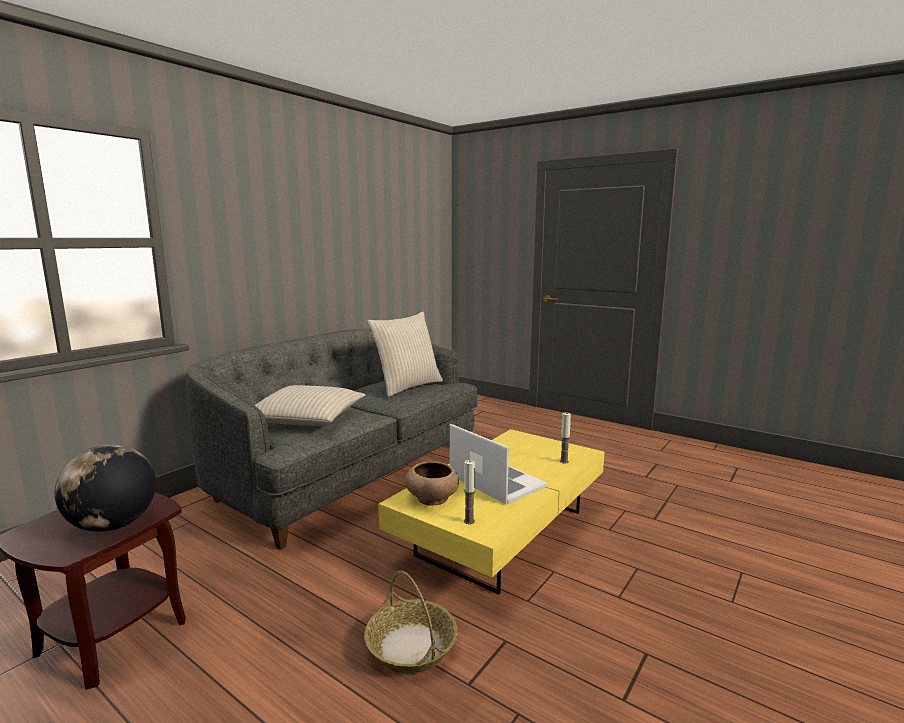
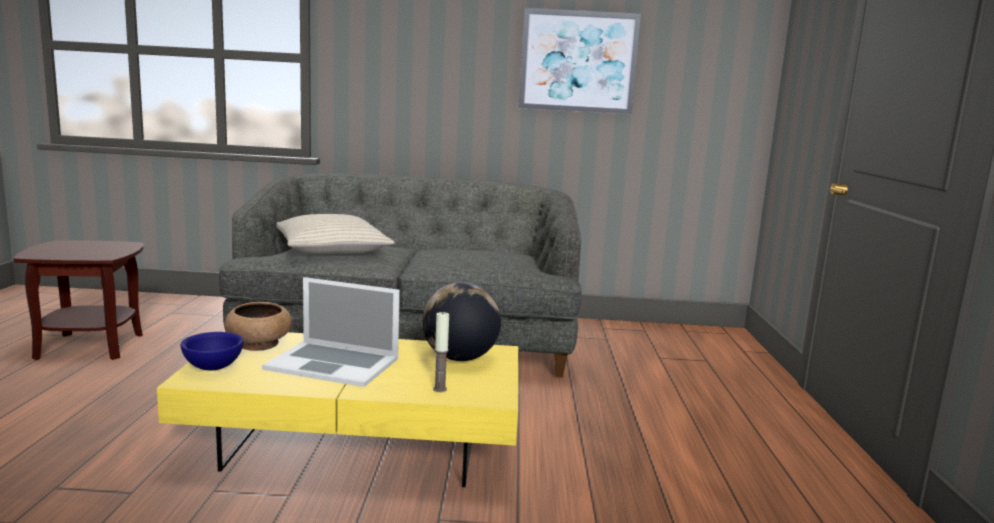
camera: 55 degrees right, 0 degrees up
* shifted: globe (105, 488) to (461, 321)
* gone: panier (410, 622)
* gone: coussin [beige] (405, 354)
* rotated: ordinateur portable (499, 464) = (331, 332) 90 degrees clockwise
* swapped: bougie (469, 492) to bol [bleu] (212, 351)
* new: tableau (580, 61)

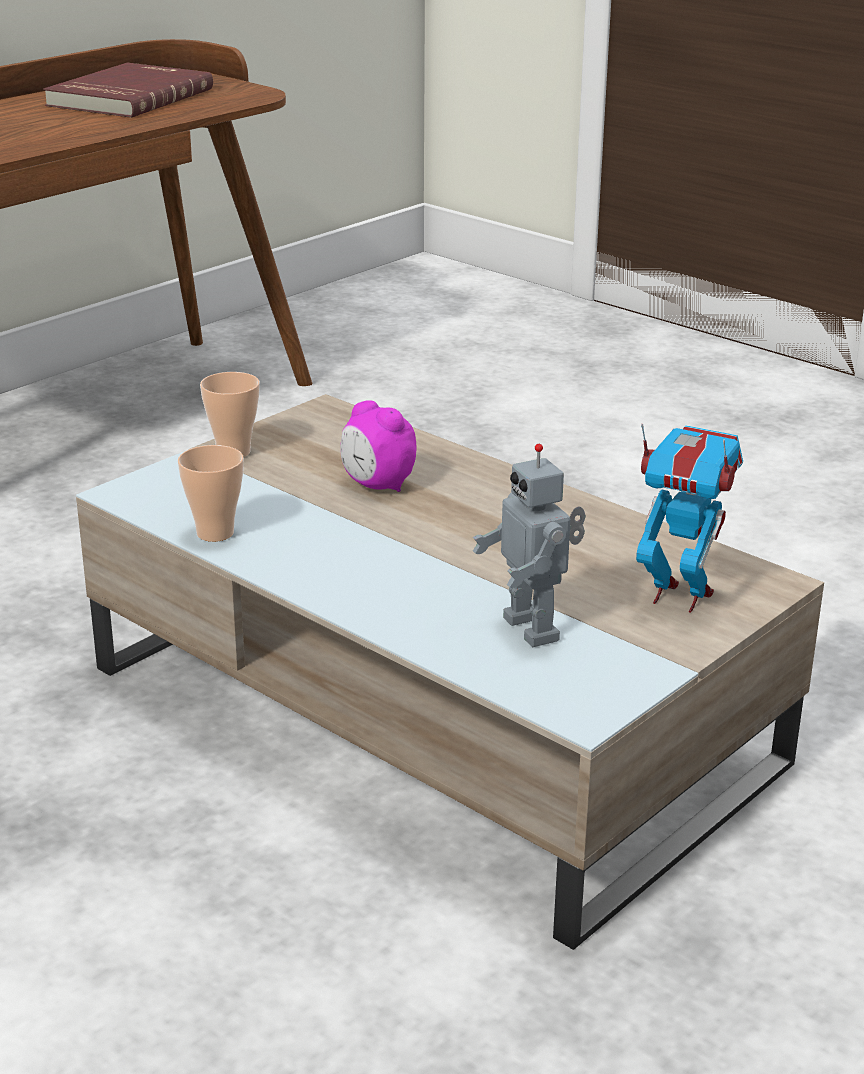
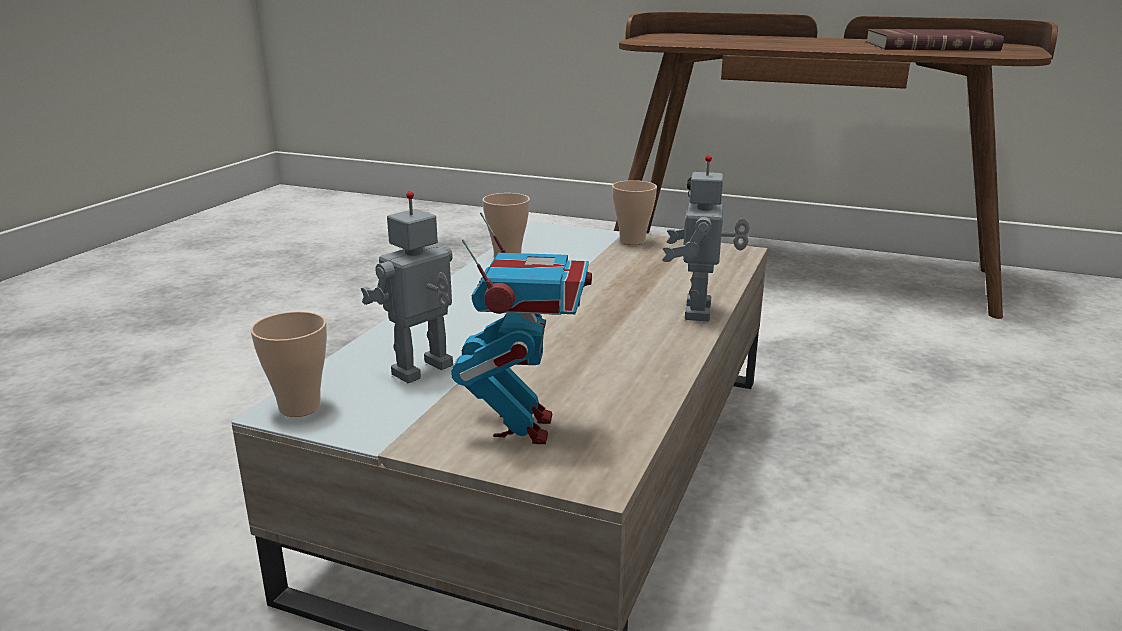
camera: 70 degrees right, 5 degrees down
* gone: réveil (378, 446)
* new: tasse (289, 364)
* new: robot jouet (706, 238)

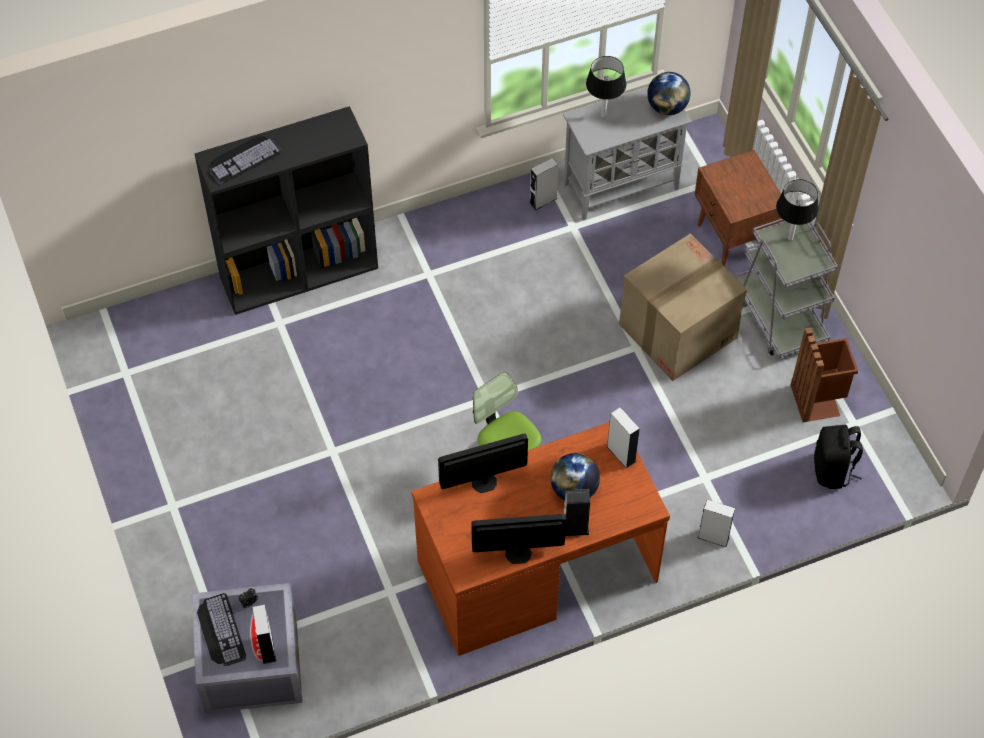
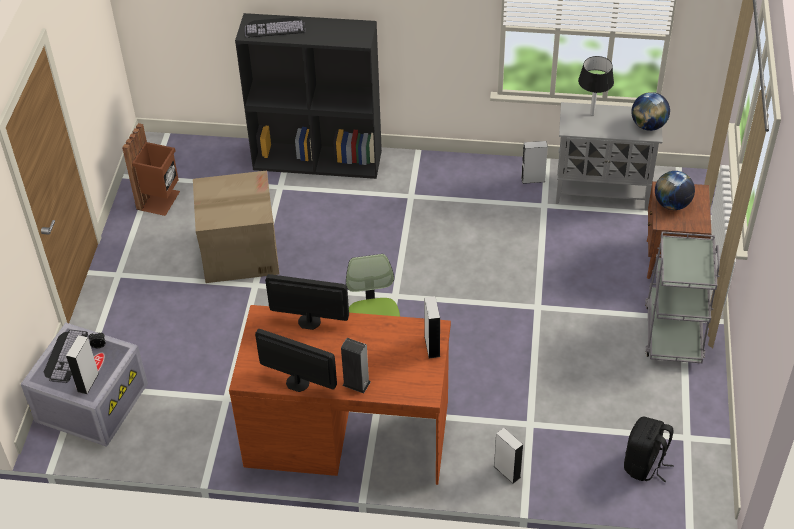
camera: 30 degrees right, 10 degrees down
* shifted: globe (575, 476) to (675, 190)
* shifted: carton (683, 307) to (236, 226)
* gone: lampe de table [noir] (797, 210)
* shifted: poubelle [marron] (824, 375) to (151, 169)

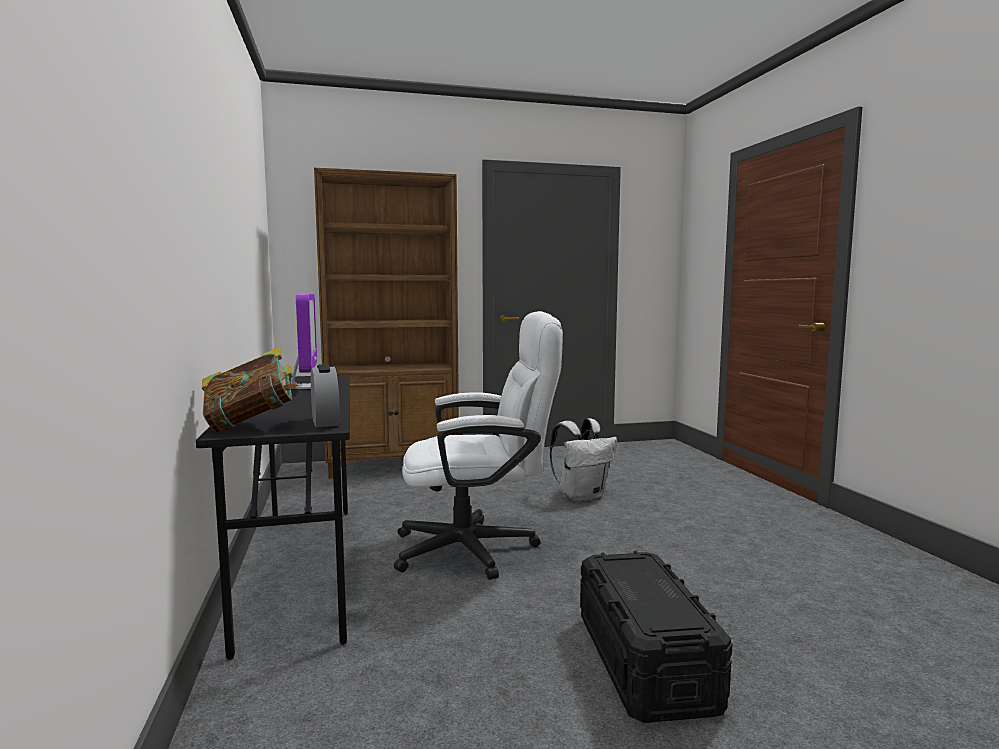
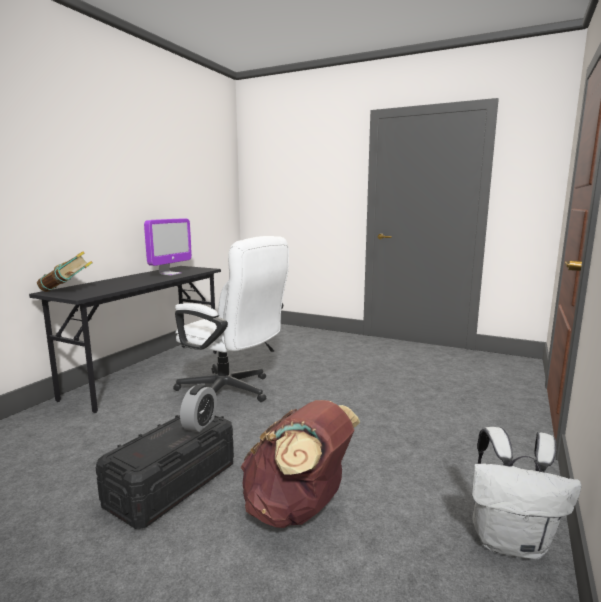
camera: 40 degrees right, 5 degrees up
* shifted: réveil (325, 395) to (198, 408)
* gone: bibliothèque [marron] (386, 323)
* shifted: sac à dos [blanc] (583, 460) to (527, 493)
* new: sac à dos [marron] (300, 464)

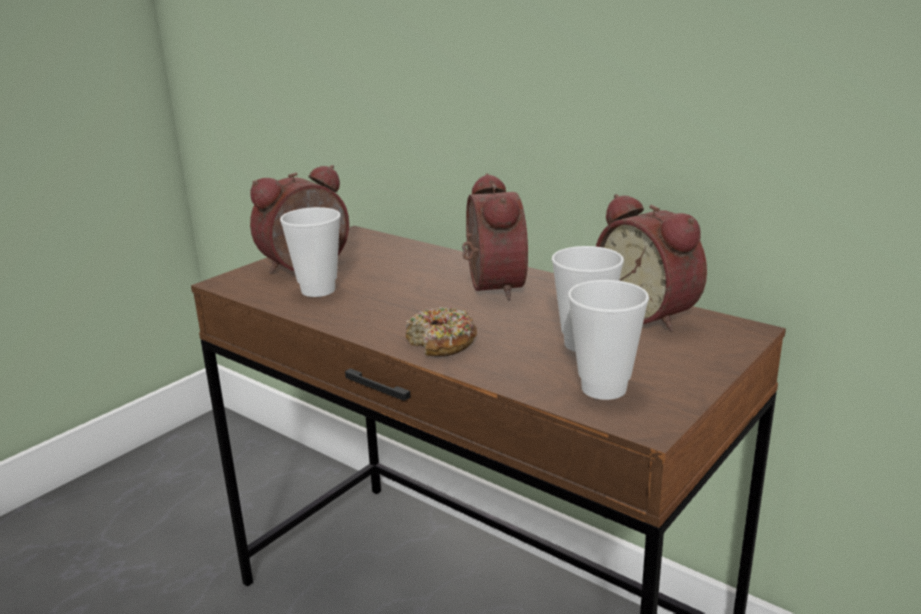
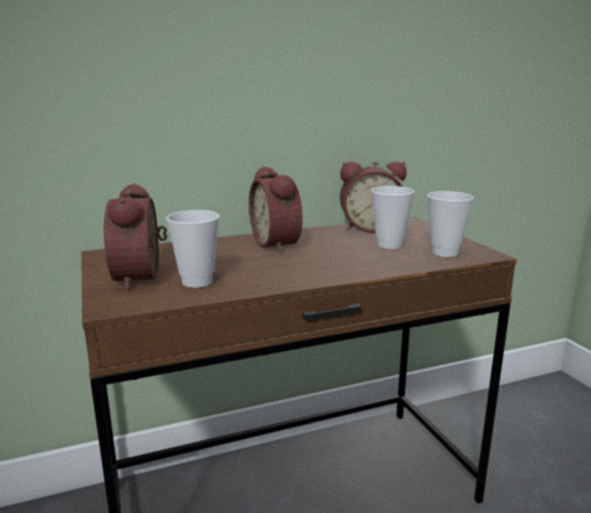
camera: 60 degrees left, 5 degrees down
* gone: beignet (441, 331)
* rotated: réveil (495, 236) = (276, 209) 135 degrees counterclockwise

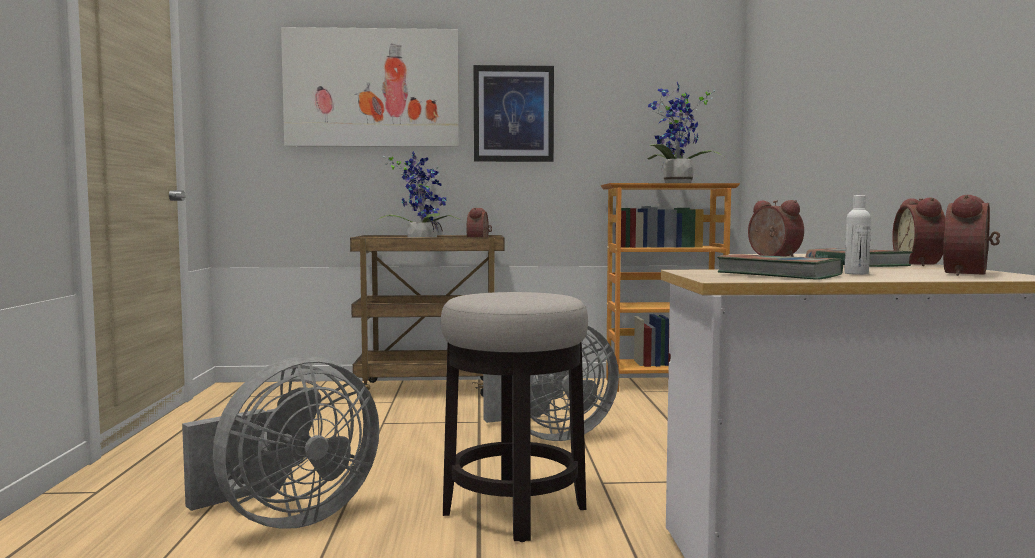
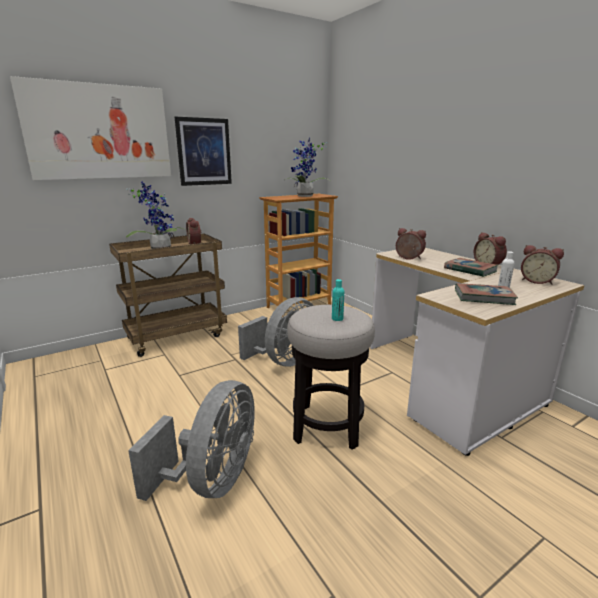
camera: 30 degrees left, 15 degrees up
* rotated: réveil (971, 235) = (542, 265) 60 degrees counterclockwise
* new: bouteille [turquoise] (338, 300)

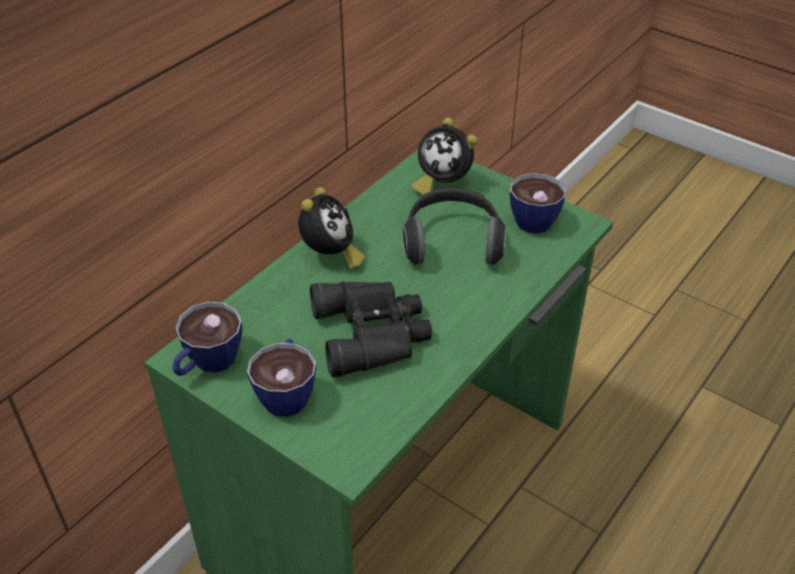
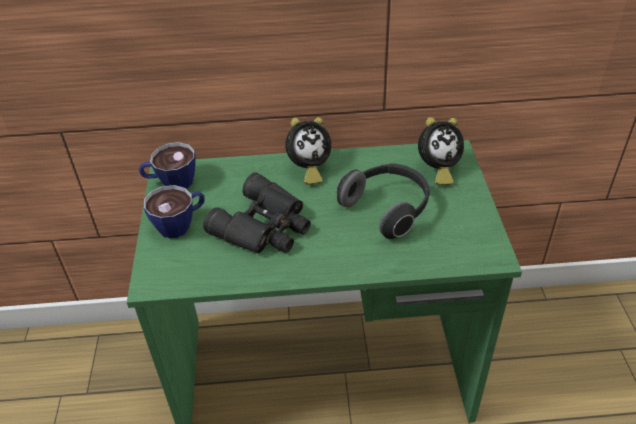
camera: 50 degrees right, 0 degrees up
* rotated: réveil (445, 156) = (441, 151) 105 degrees counterclockwise
* gone: tasse (538, 203)

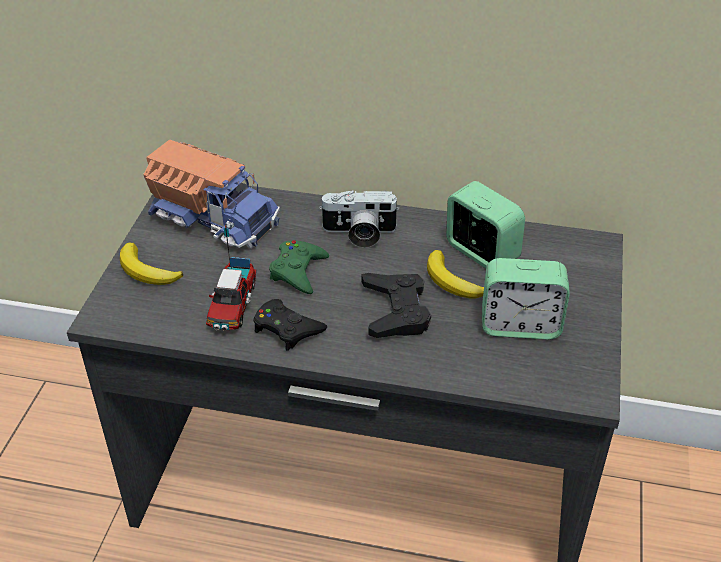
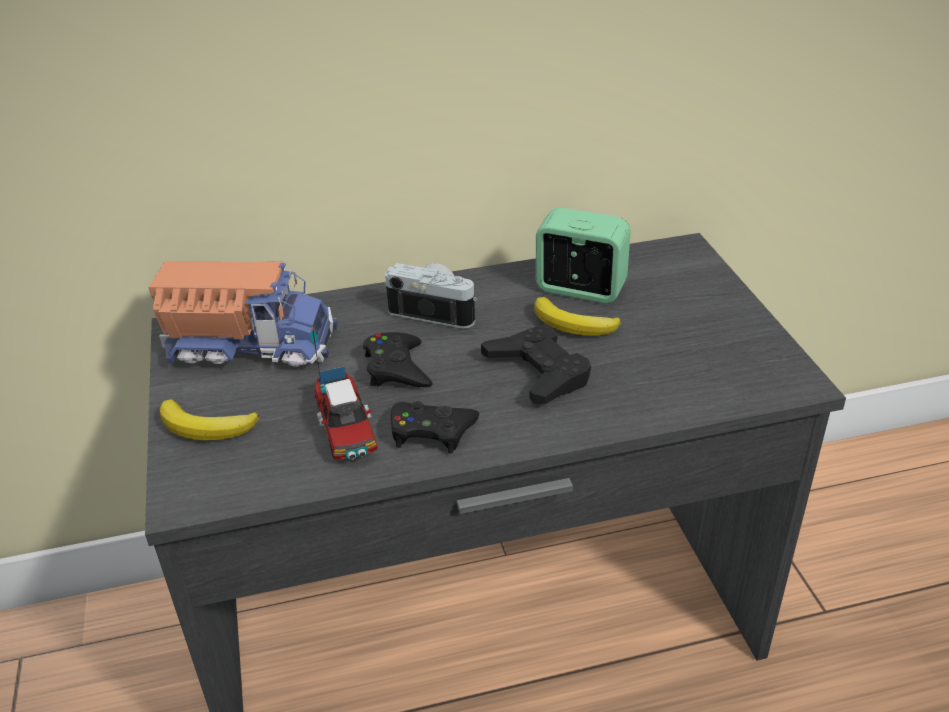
camera: 25 degrees left, 5 degrees down
* repainted: manette [vert] (299, 267) to manette [noir] (398, 359)
* rotated: appareil photo (359, 219) = (430, 295) 135 degrees counterclockwise
* gone: réveil (526, 299)

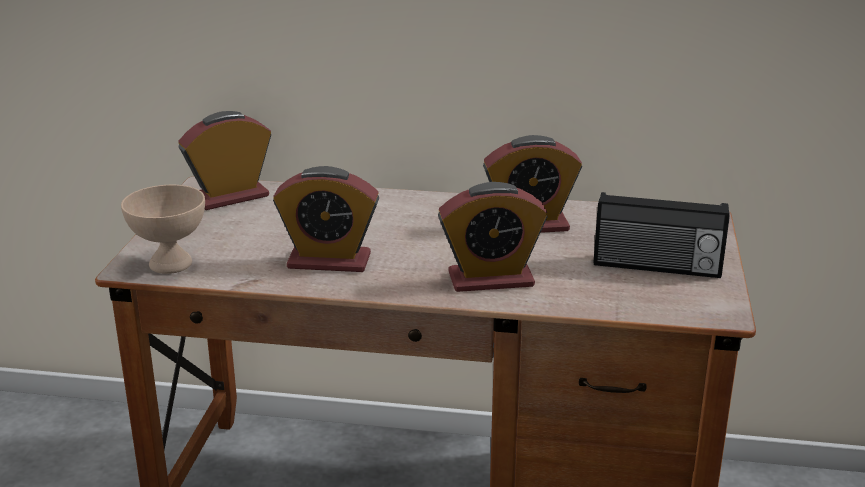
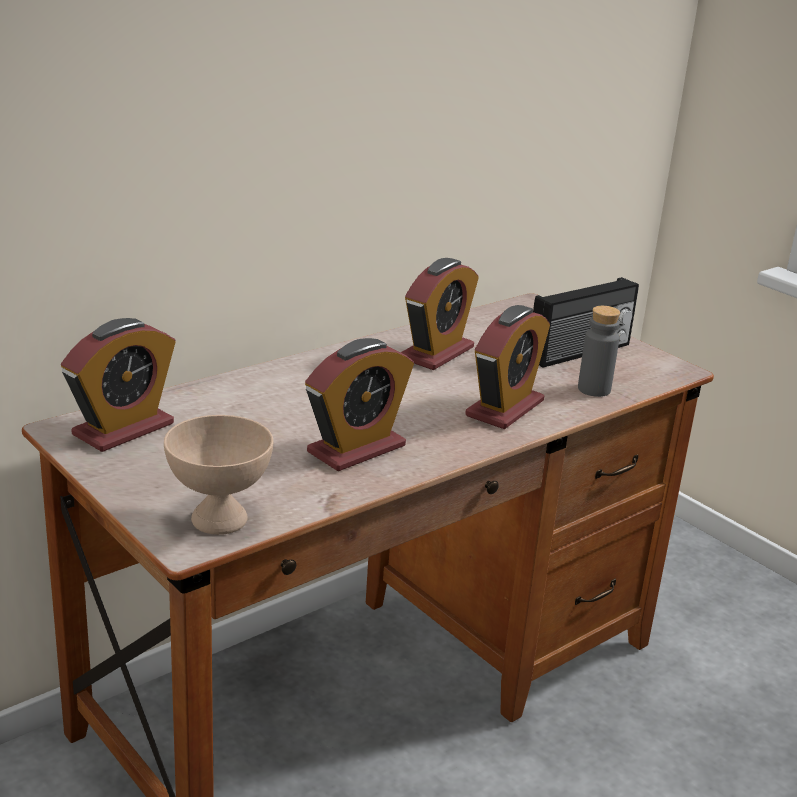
camera: 50 degrees left, 0 degrees up
* rotated: réveil (224, 160) = (118, 385) 150 degrees counterclockwise
* new: bouteille [gris] (599, 351)

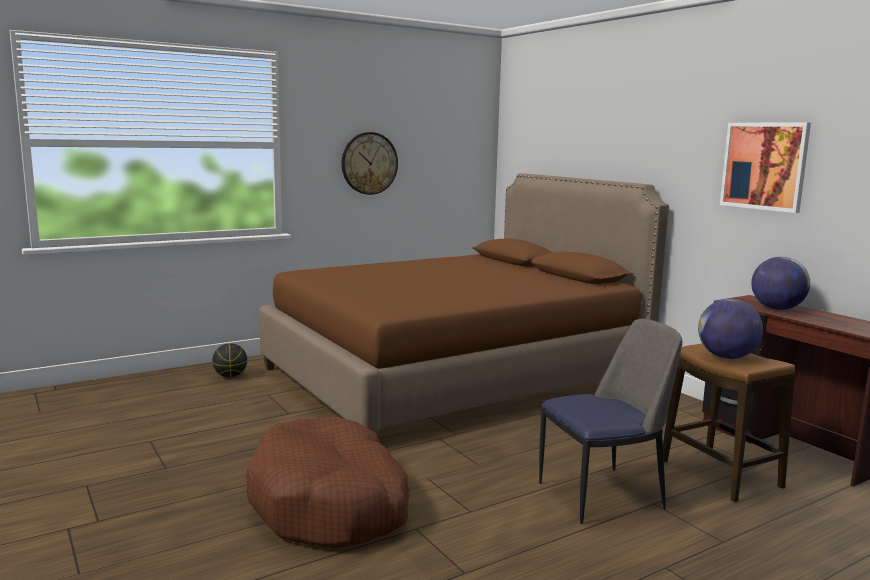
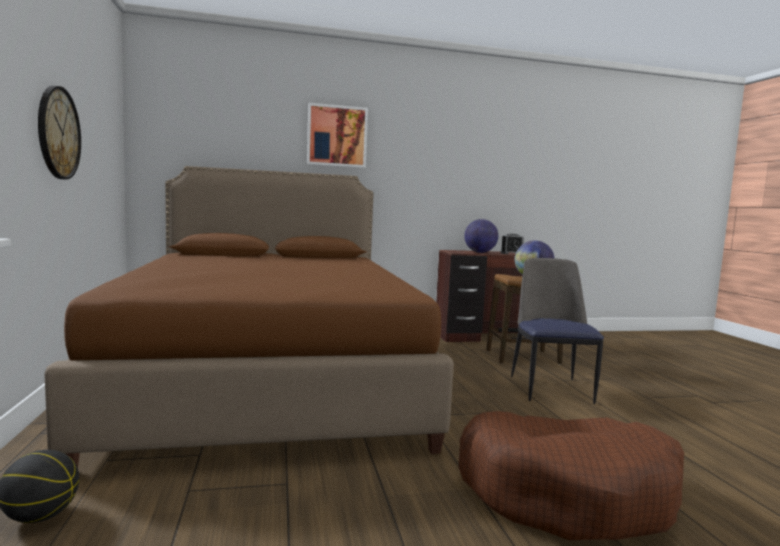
camera: 70 degrees left, 5 degrees down
* shifted: tableau (765, 168) to (337, 135)
* new: réveil (512, 243)

